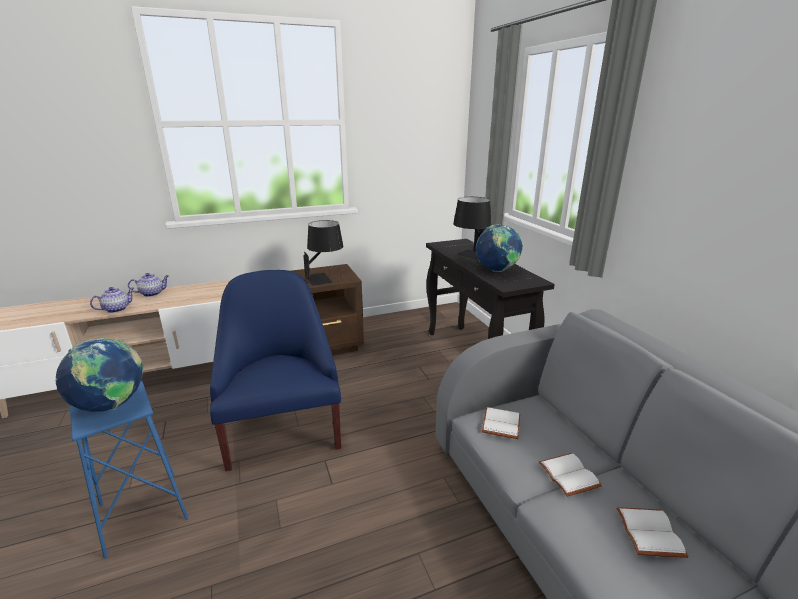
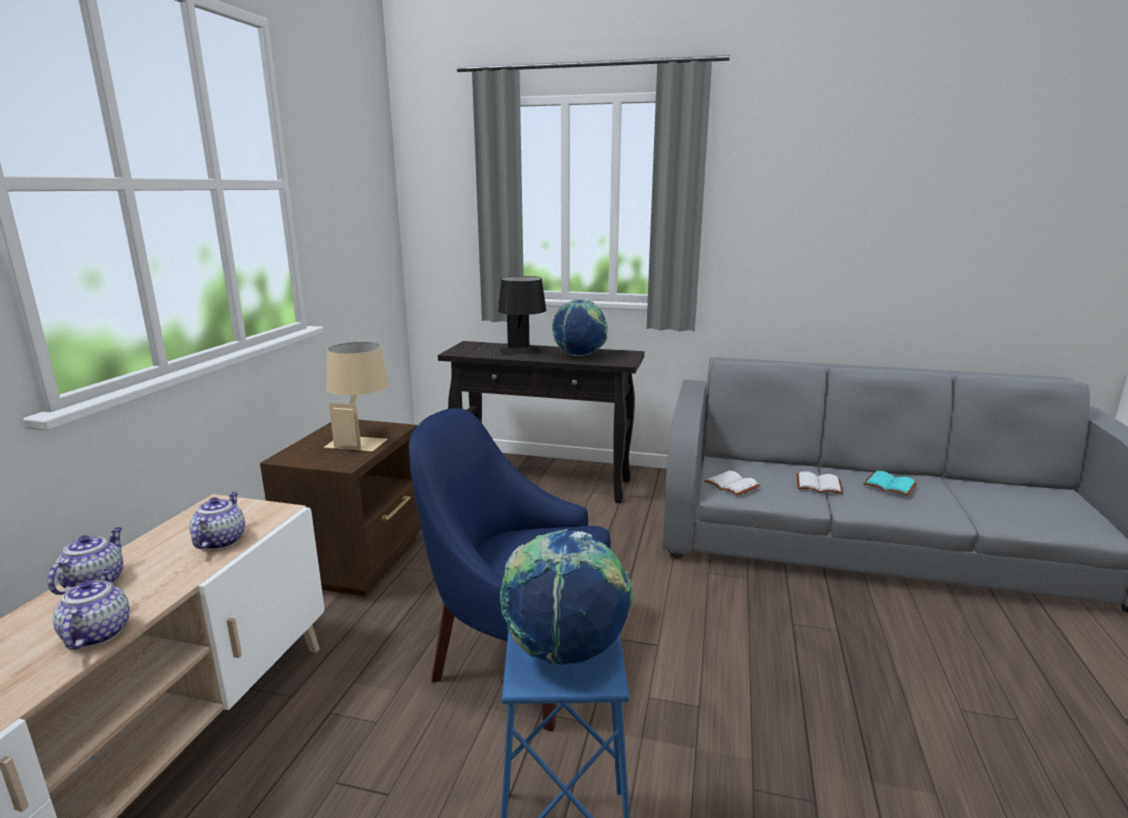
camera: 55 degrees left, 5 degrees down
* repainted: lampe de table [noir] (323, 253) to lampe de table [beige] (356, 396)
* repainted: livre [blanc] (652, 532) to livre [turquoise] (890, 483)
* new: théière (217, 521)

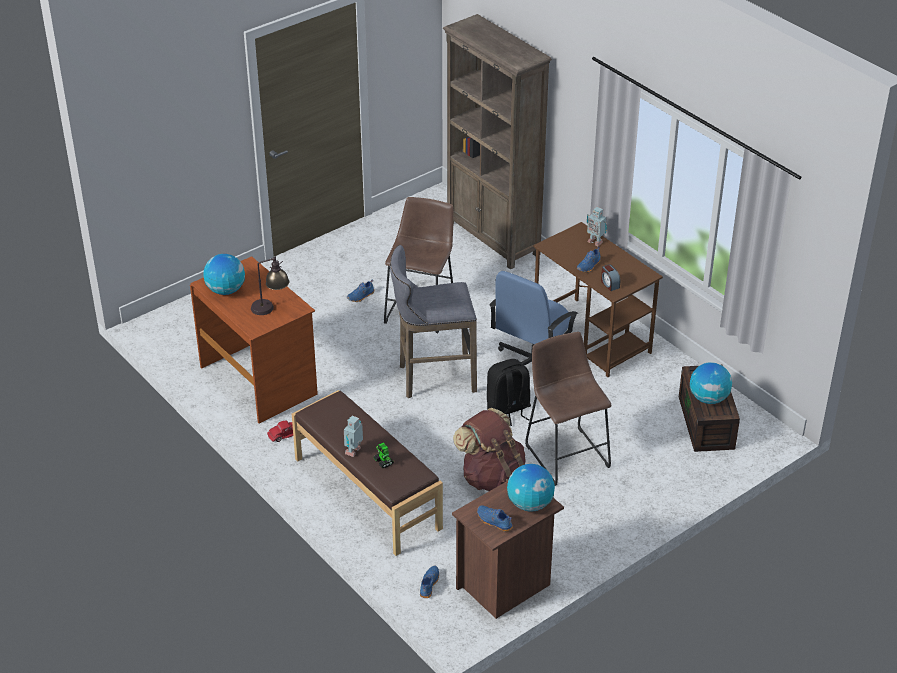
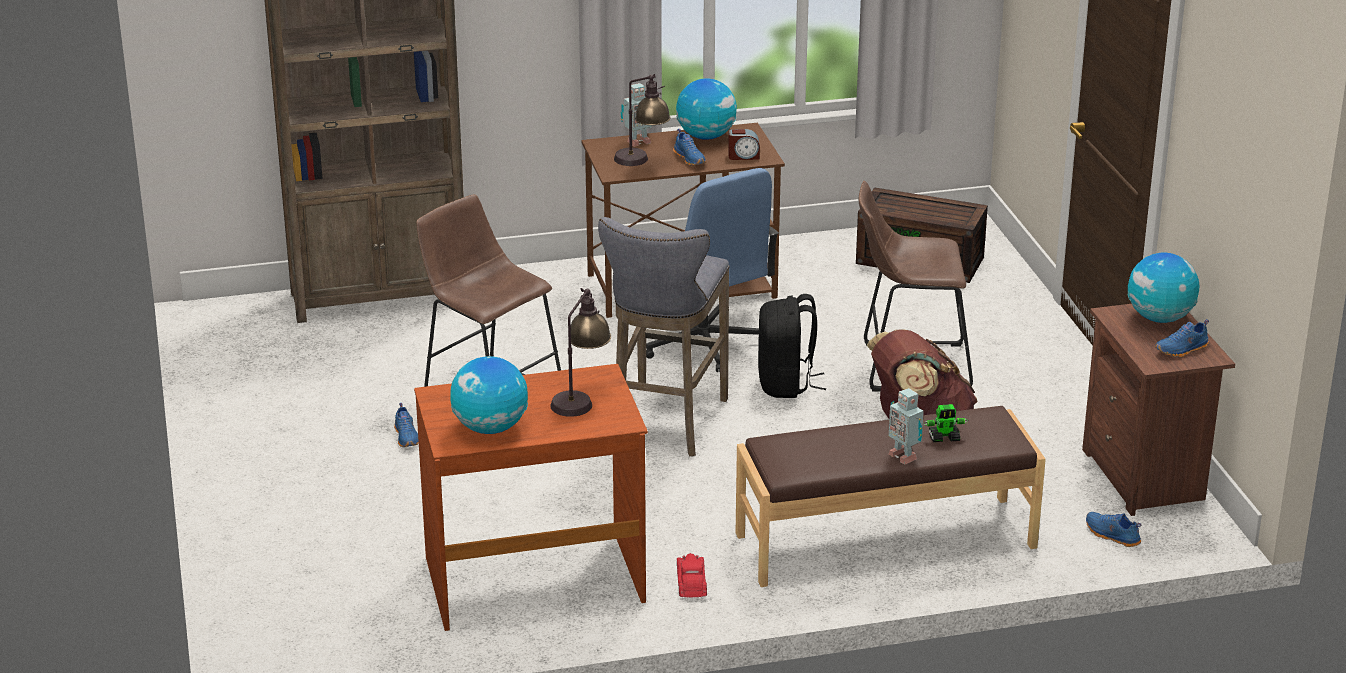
camera: 65 degrees left, 10 degrees down
* shifted: globe (711, 383) to (706, 109)
* new: lampe de table (642, 120)

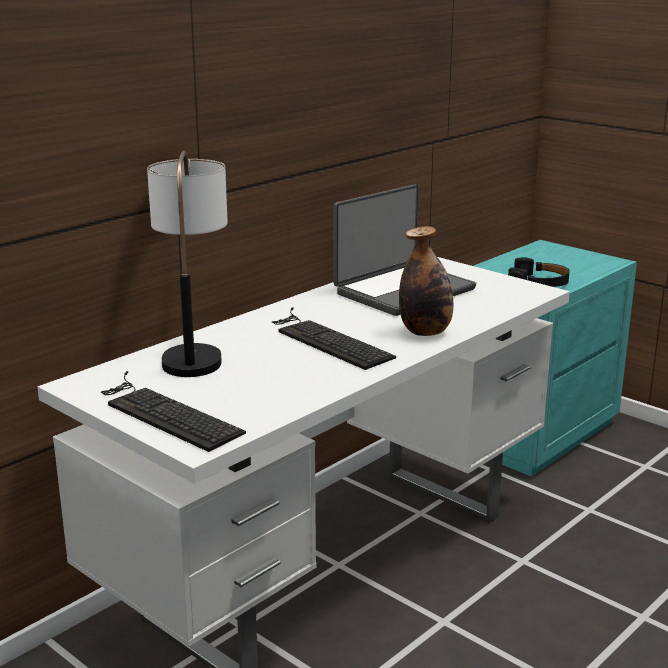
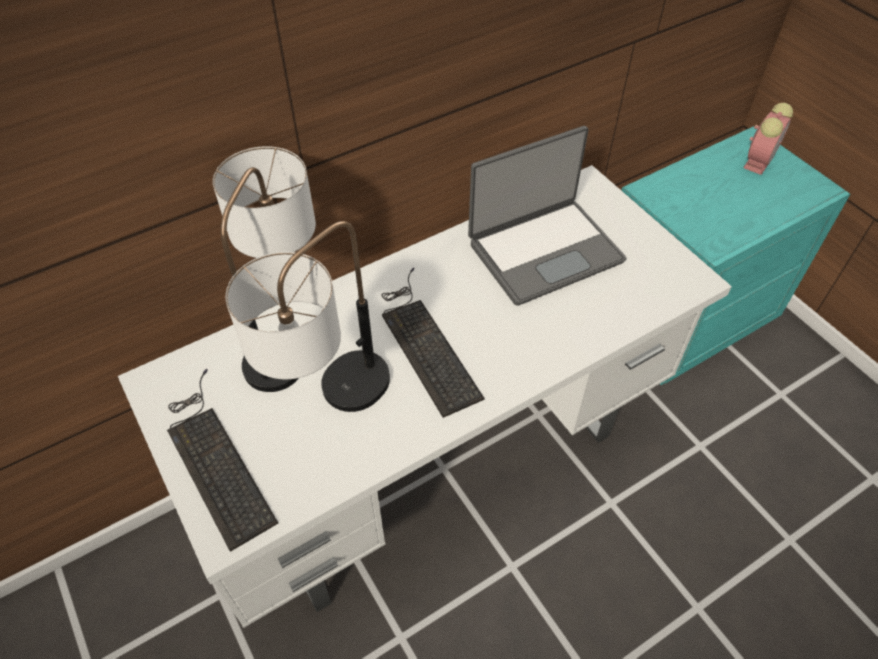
camera: 15 degrees right, 30 degrees up
* gone: bouteille (426, 281)
* gone: casque audio [noir] (539, 272)
* new: lampe de table (308, 316)
* new: réveil (768, 139)

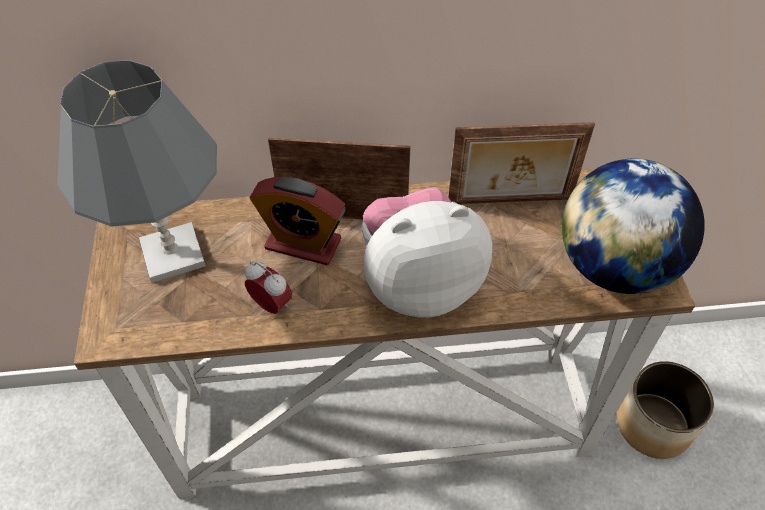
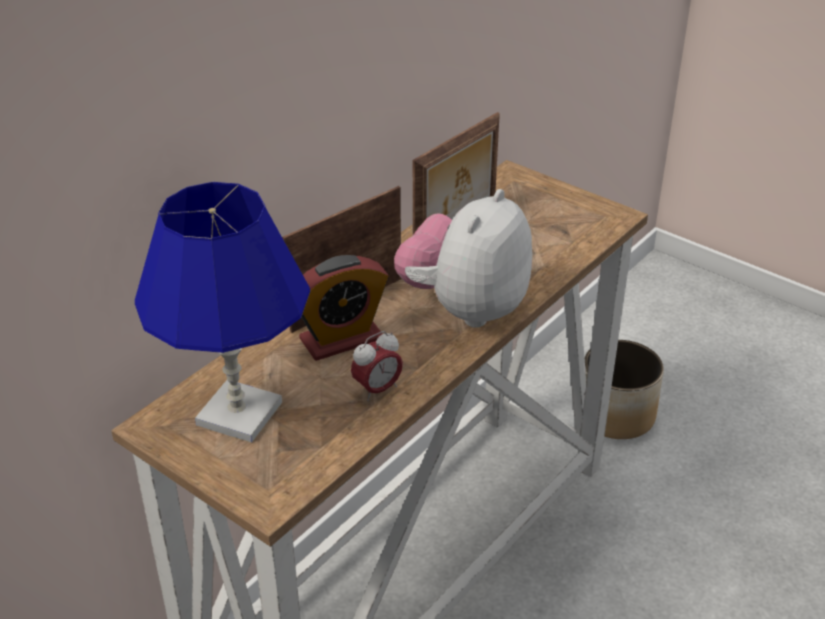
camera: 45 degrees left, 15 degrees down
* repainted: lampe de table [gris] (137, 171) to lampe de table [bleu] (222, 312)
* rotated: réveil (268, 287) = (377, 366) 150 degrees clockwise
* gone: globe (633, 226)

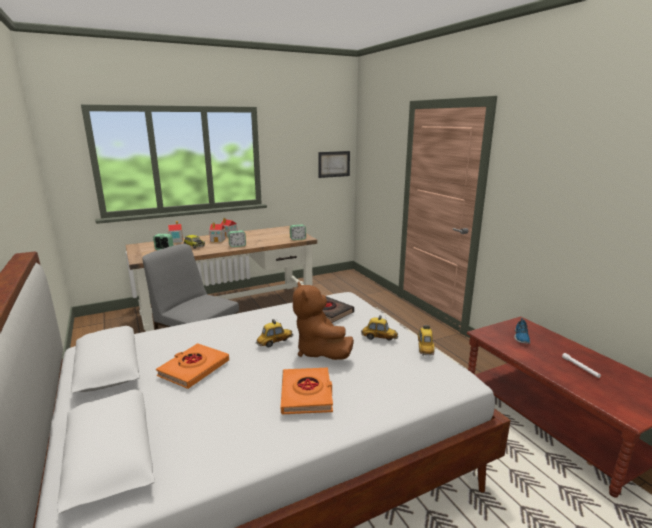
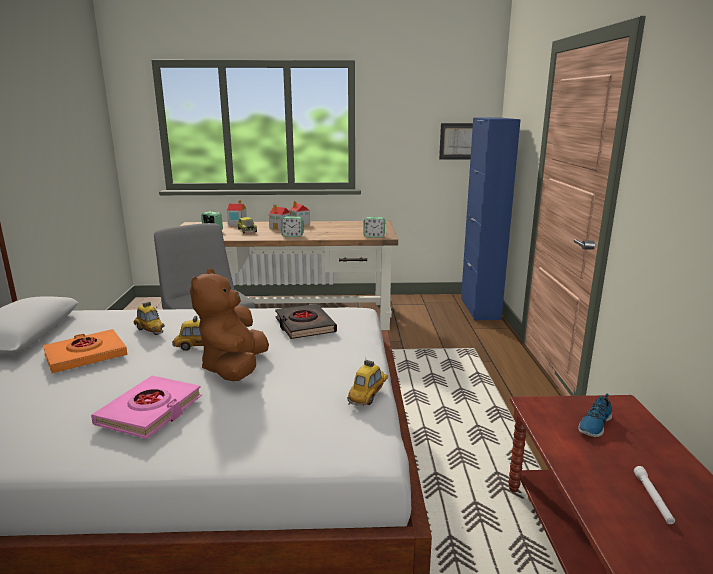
camera: 25 degrees right, 0 degrees up
* repainted: livre [orange] (307, 391) to livre [rose] (146, 407)
* shifted: petite voiture (379, 327) to (149, 318)
* new: meuble de rangement [bleu] (491, 218)

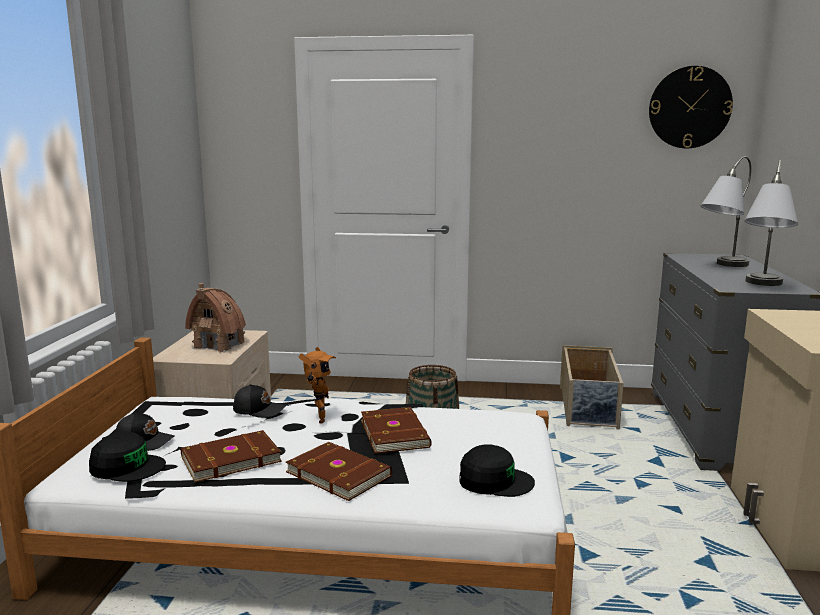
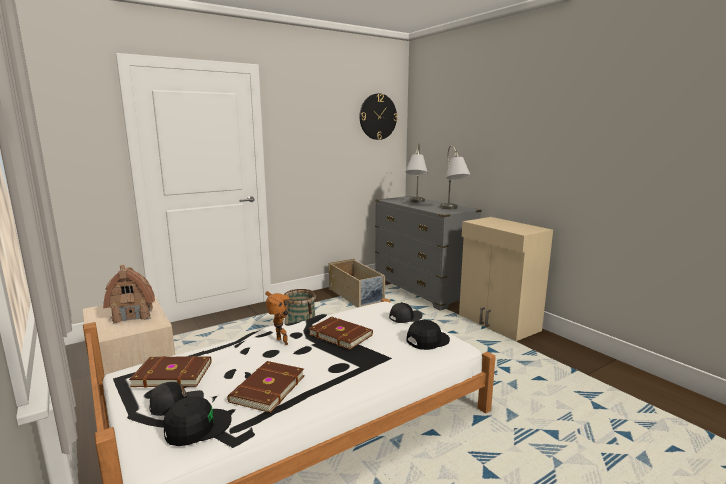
camera: 40 degrees left, 0 degrees up
* shifted: casquette [noir] (259, 401) to (405, 312)
* shifted: livre [marron] (339, 471) to (170, 372)

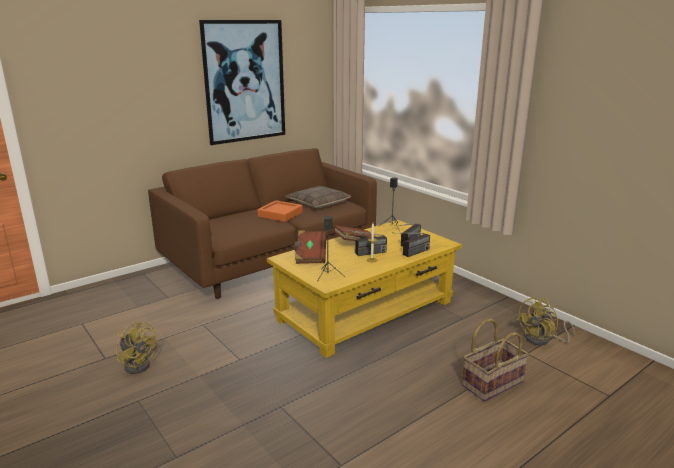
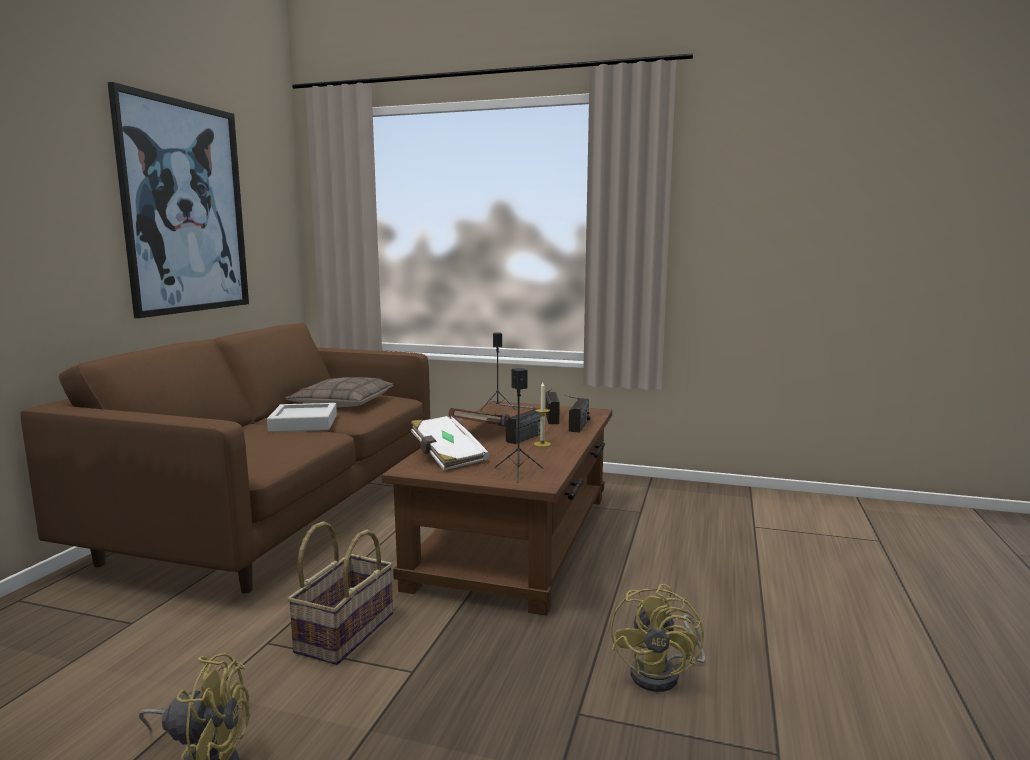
camera: 35 degrees left, 10 degrees down
* repainted: plateau [orange] (280, 211) to plateau [gris] (302, 417)
* repainted: table basse [jaune] (364, 289) to table basse [marron] (497, 508)
* repainted: livre [marron] (310, 247) to livre [blanc] (450, 443)
* shifted: panier (495, 360) to (340, 593)
* shifted: ventilateur [jaune] (545, 322) to (658, 638)

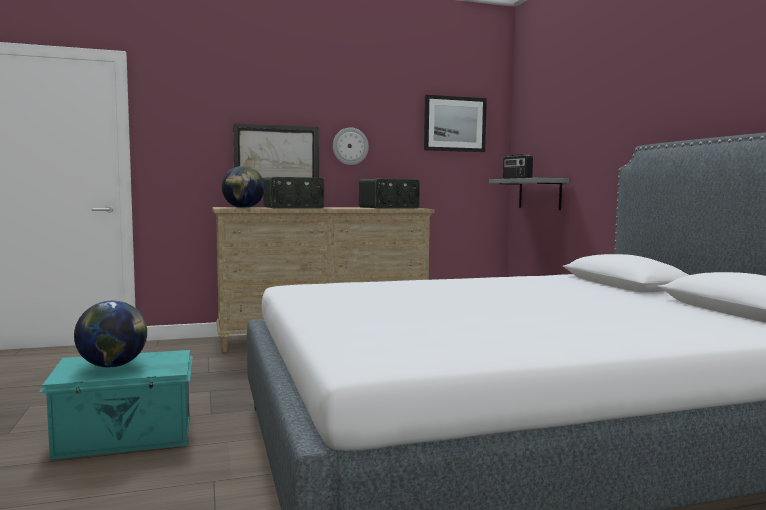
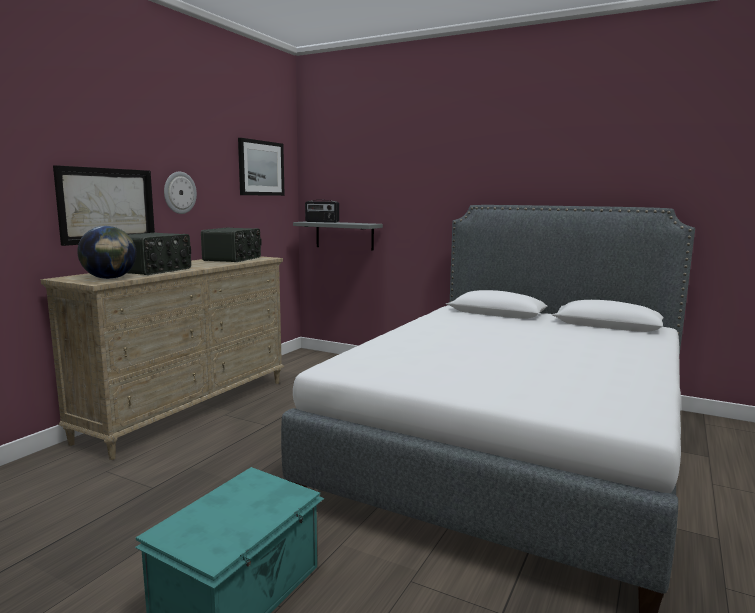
camera: 45 degrees left, 5 degrees up
* gone: globe (110, 334)

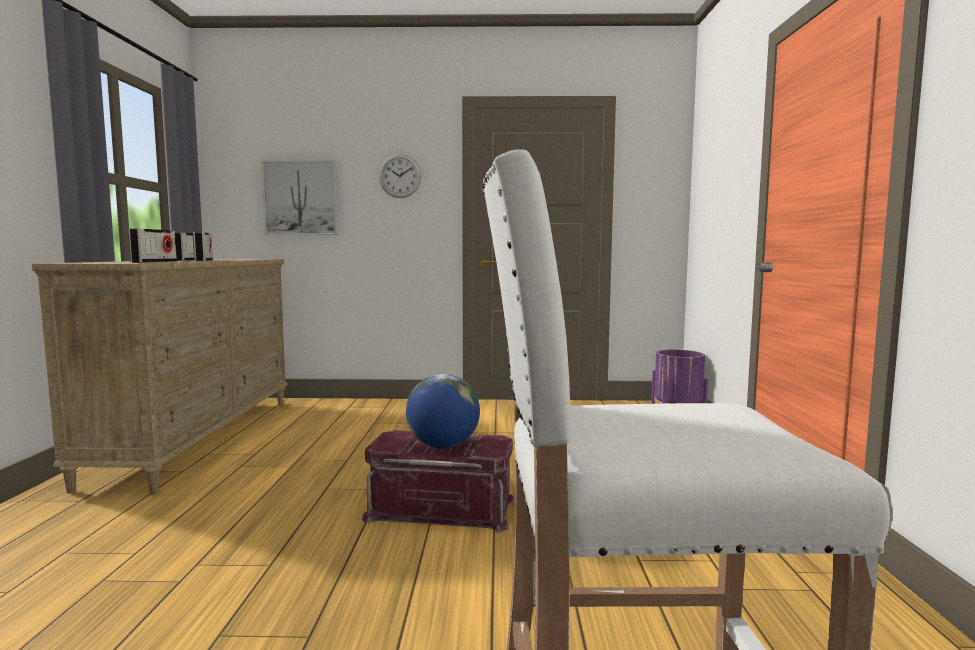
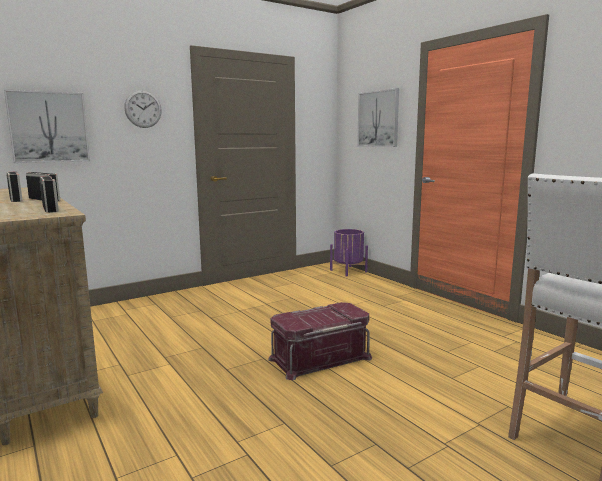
camera: 35 degrees left, 5 degrees up
* gone: globe (443, 411)
* new: tableau (378, 117)

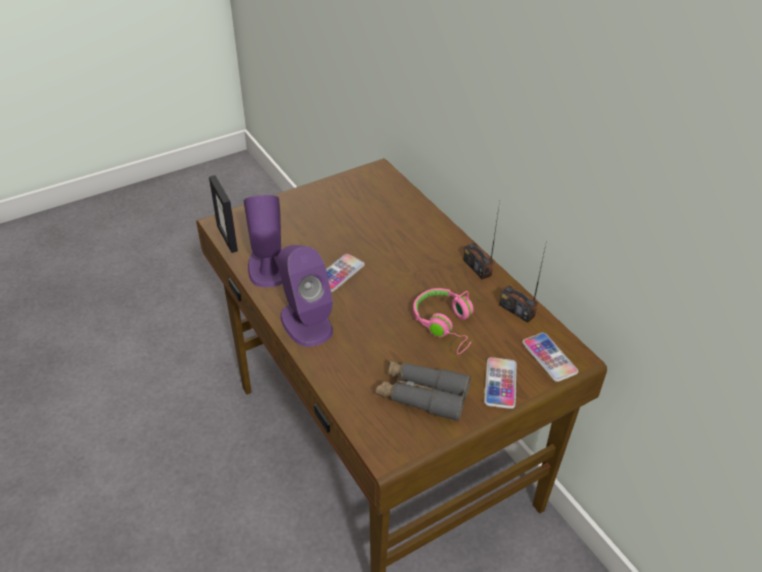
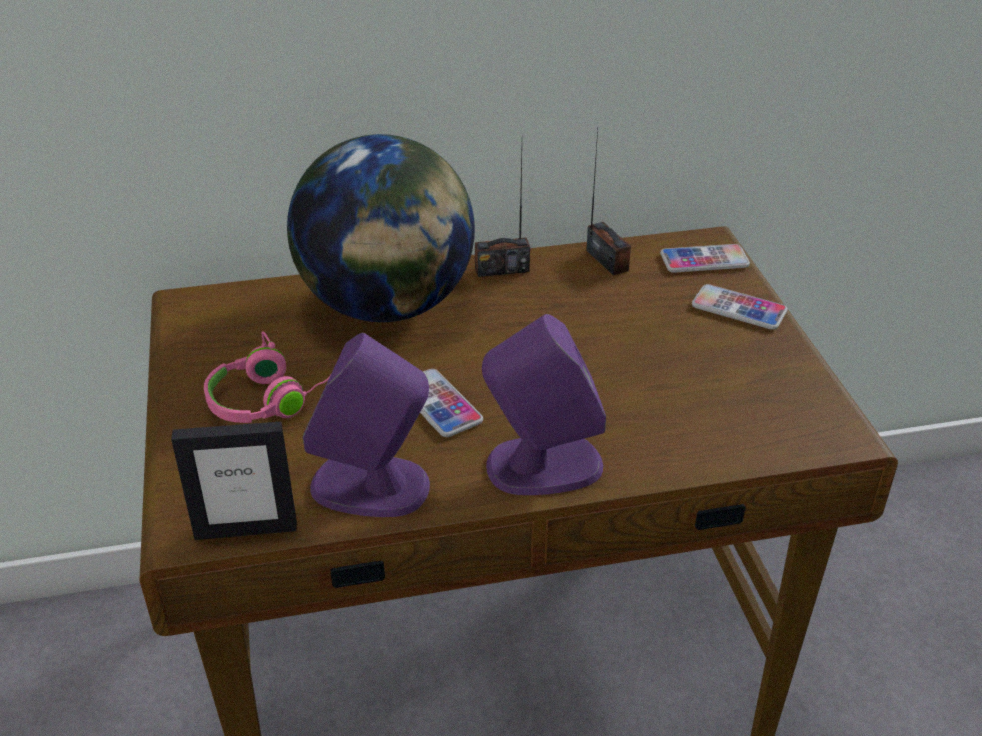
camera: 70 degrees left, 5 degrees down
* gone: jumelles [gris] (423, 390)
* shifted: casque audio [rose] (443, 321) to (267, 377)
* rotated: radio (522, 284) = (608, 203) 90 degrees counterclockwise
* new: globe (381, 228)

